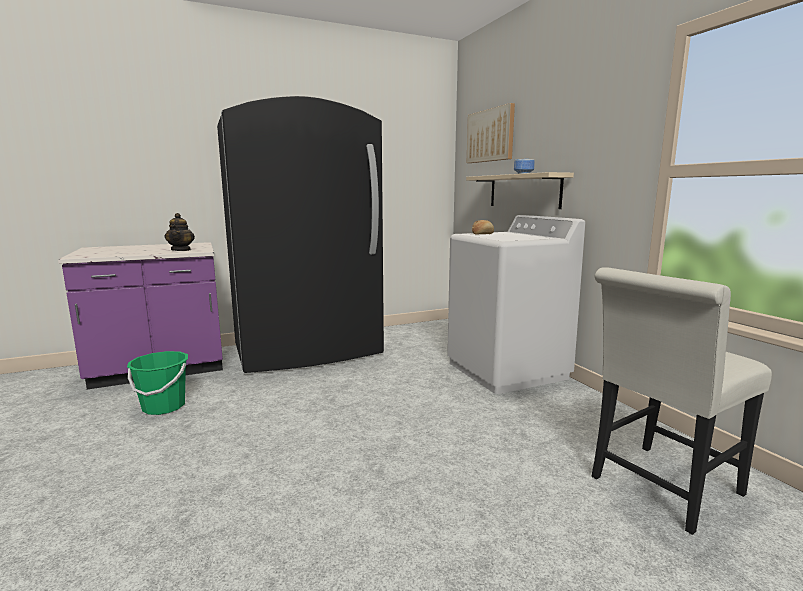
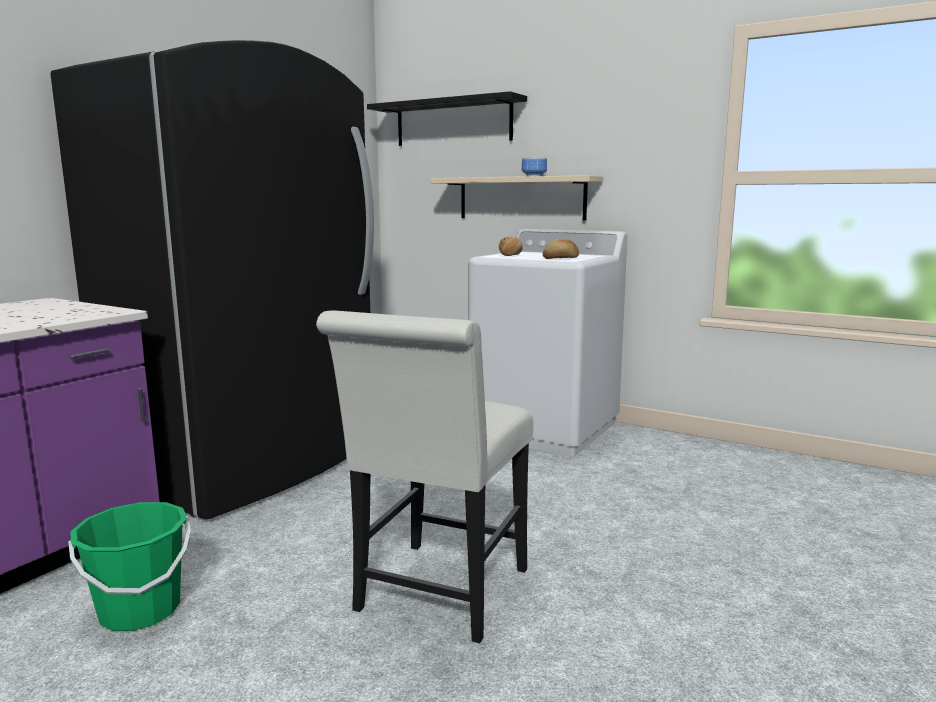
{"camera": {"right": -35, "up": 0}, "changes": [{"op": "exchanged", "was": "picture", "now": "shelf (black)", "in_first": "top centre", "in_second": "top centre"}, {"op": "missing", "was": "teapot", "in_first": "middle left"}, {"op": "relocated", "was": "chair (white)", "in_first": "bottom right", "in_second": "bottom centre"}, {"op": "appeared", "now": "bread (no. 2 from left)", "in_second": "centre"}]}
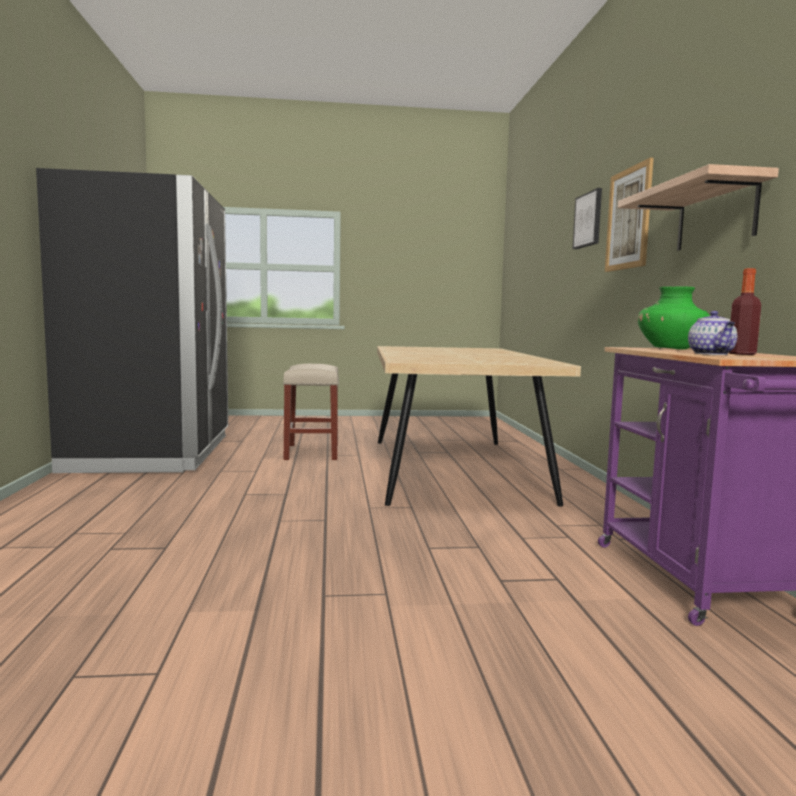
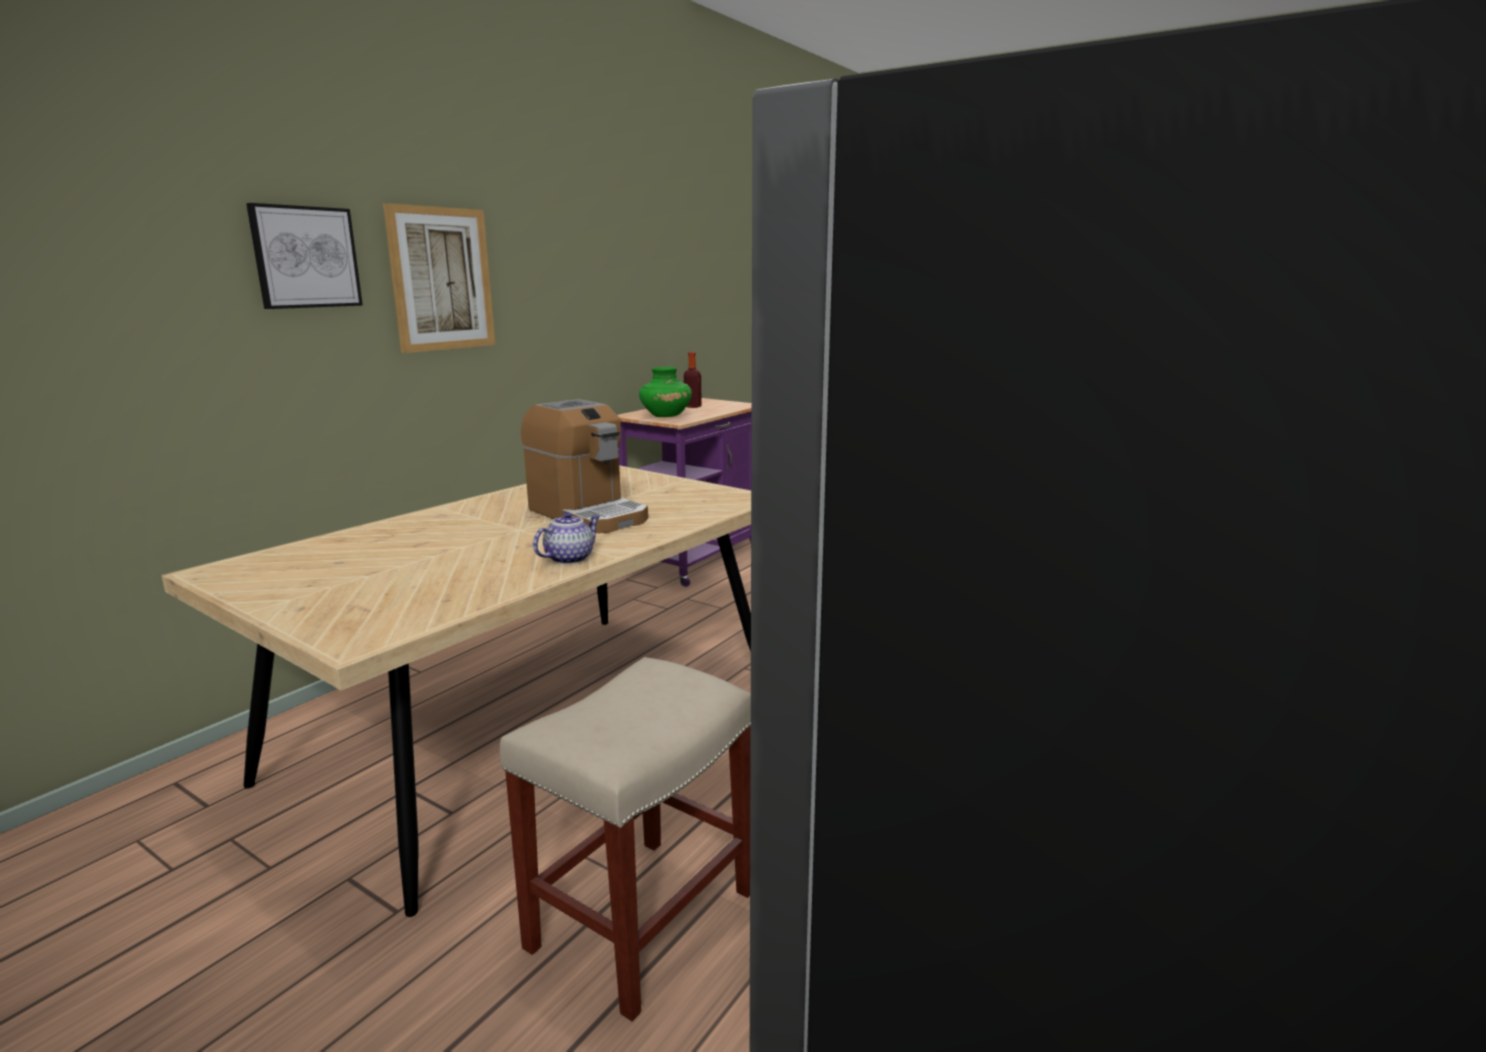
{"camera": {"right": -140, "up": 10}, "changes": [{"op": "missing", "was": "shelf", "in_first": "top right"}, {"op": "relocated", "was": "teapot", "in_first": "middle right", "in_second": "centre"}, {"op": "appeared", "now": "coffee machine", "in_second": "centre"}]}
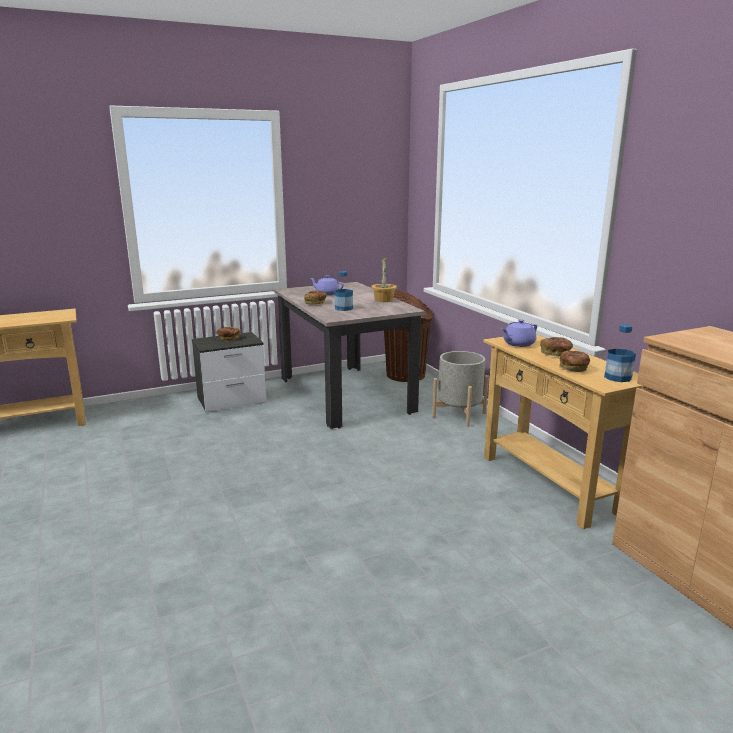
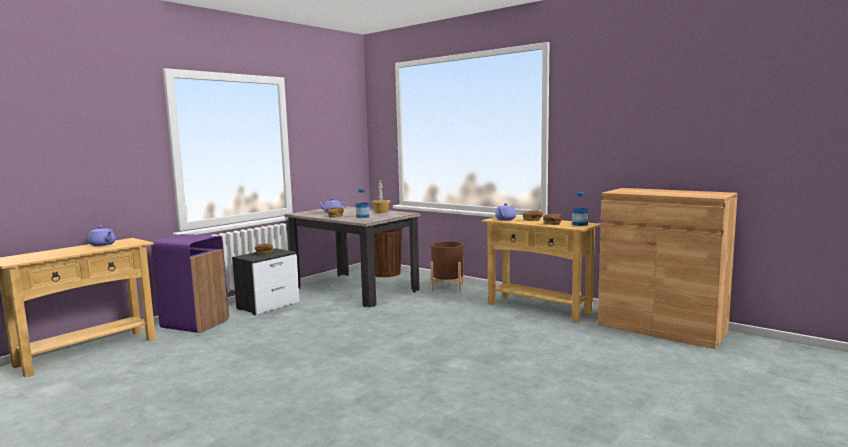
{"camera": {"right": -25, "up": -10}, "changes": [{"op": "colour", "was": "planter (grey)", "now": "planter (brown)", "in_first": "centre", "in_second": "centre"}, {"op": "appeared", "now": "teapot (purple) (no. 1 from left)", "in_second": "middle left"}, {"op": "appeared", "now": "trash can (purple)", "in_second": "middle left"}]}
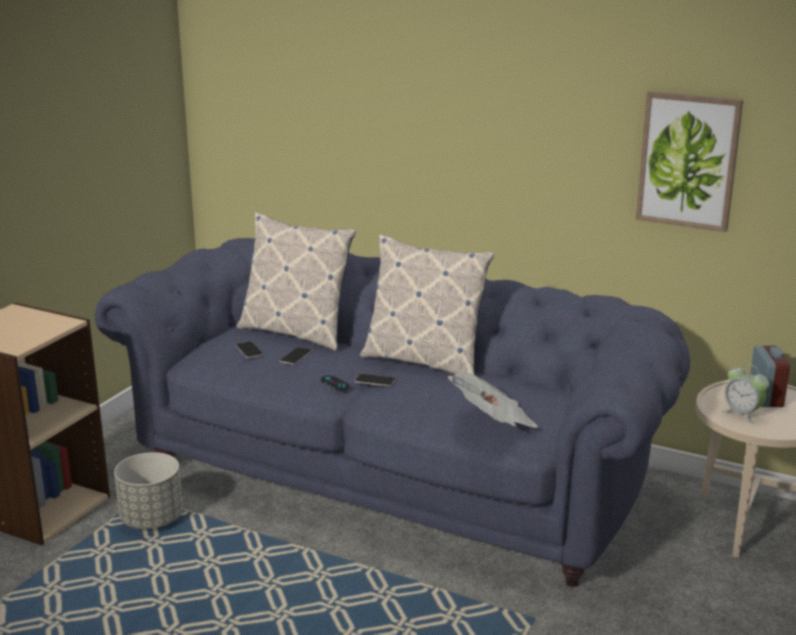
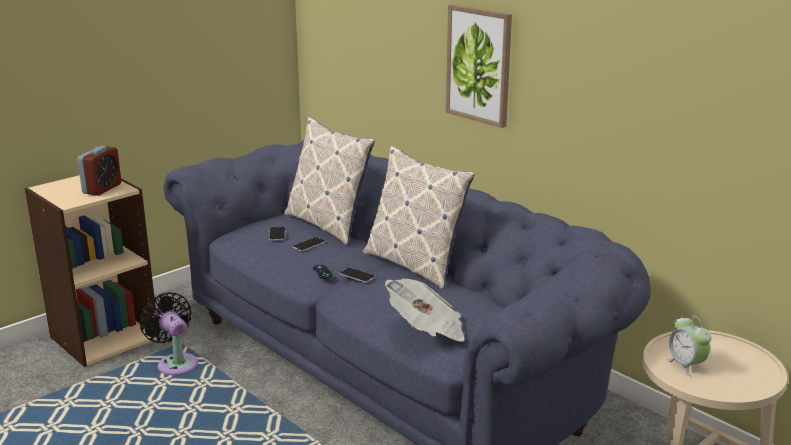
{"camera": {"right": 20, "up": 0}, "changes": [{"op": "relocated", "was": "picture", "in_first": "top right", "in_second": "top centre"}, {"op": "relocated", "was": "alarm clock (no. 2 from left in the first image)", "now": "alarm clock (no. 1 from left)", "in_first": "middle right", "in_second": "middle left"}, {"op": "exchanged", "was": "planter (grey)", "now": "fan (black)", "in_first": "bottom left", "in_second": "bottom left"}]}
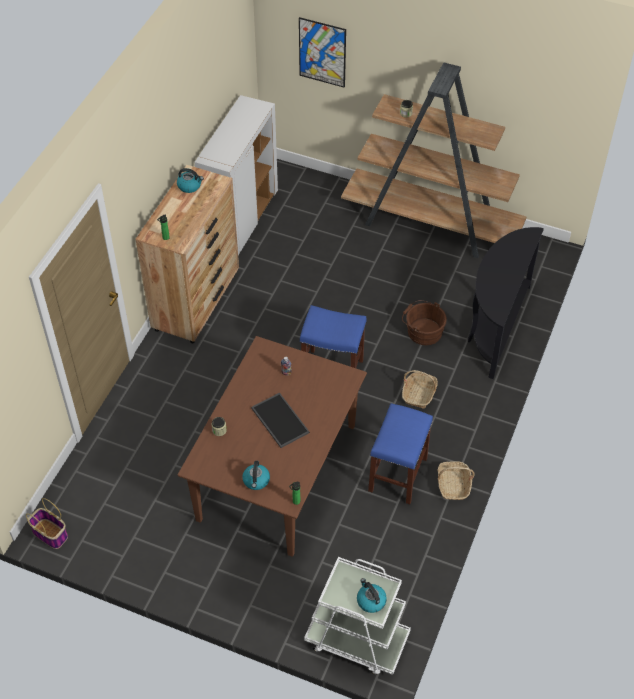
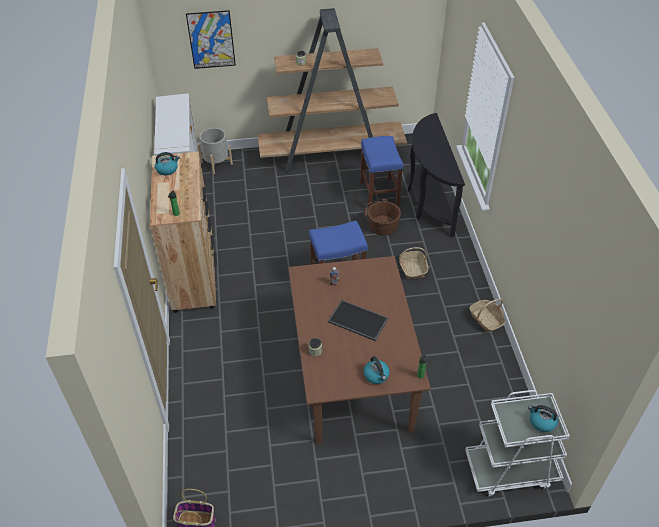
{"camera": {"right": -30, "up": -5}, "changes": [{"op": "relocated", "was": "stool (blue) (no. 2 from left)", "in_first": "centre", "in_second": "top centre"}, {"op": "appeared", "now": "planter (grey)", "in_second": "top left"}]}
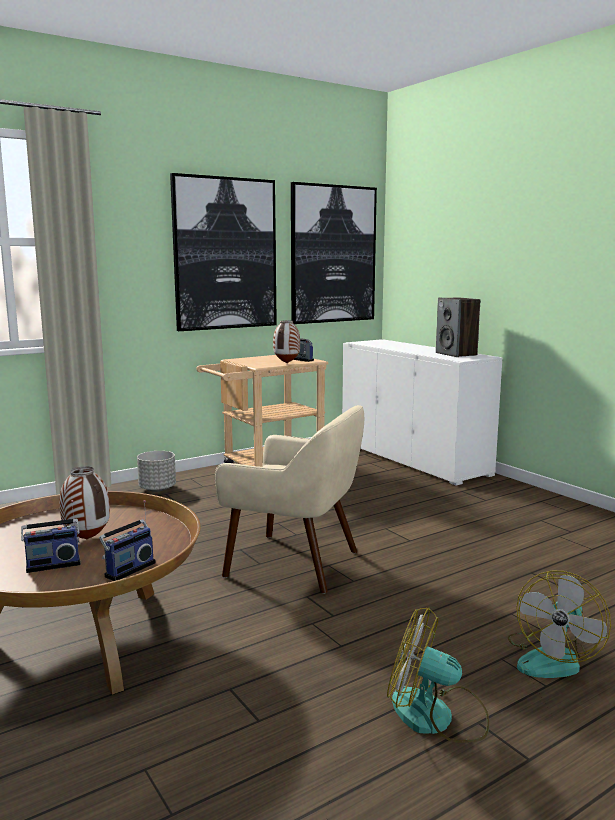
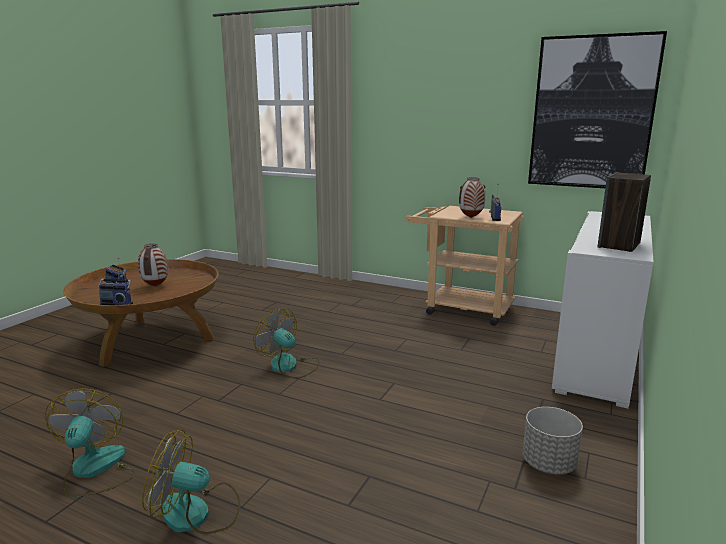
{"camera": {"right": 60, "up": 5}, "changes": [{"op": "missing", "was": "picture (no. 1 from left)", "in_first": "top centre"}, {"op": "exchanged", "was": "armchair (beige)", "now": "fan (no. 3 from left)", "in_first": "centre", "in_second": "centre"}, {"op": "relocated", "was": "planter (grey)", "in_first": "middle left", "in_second": "bottom right"}]}
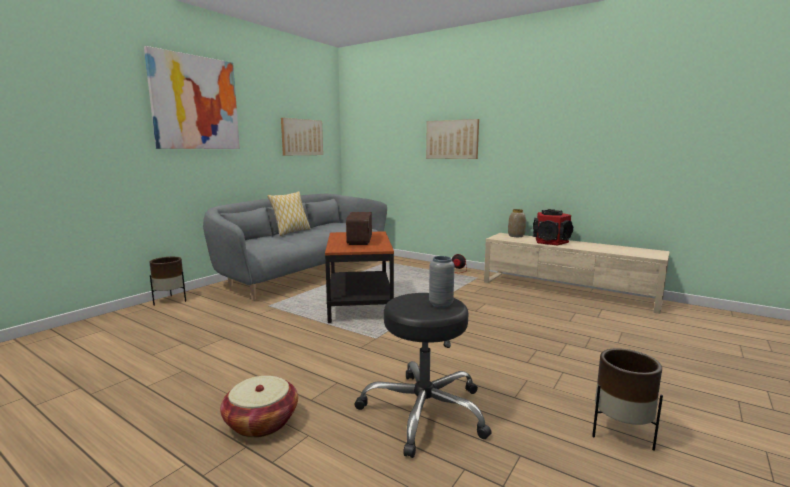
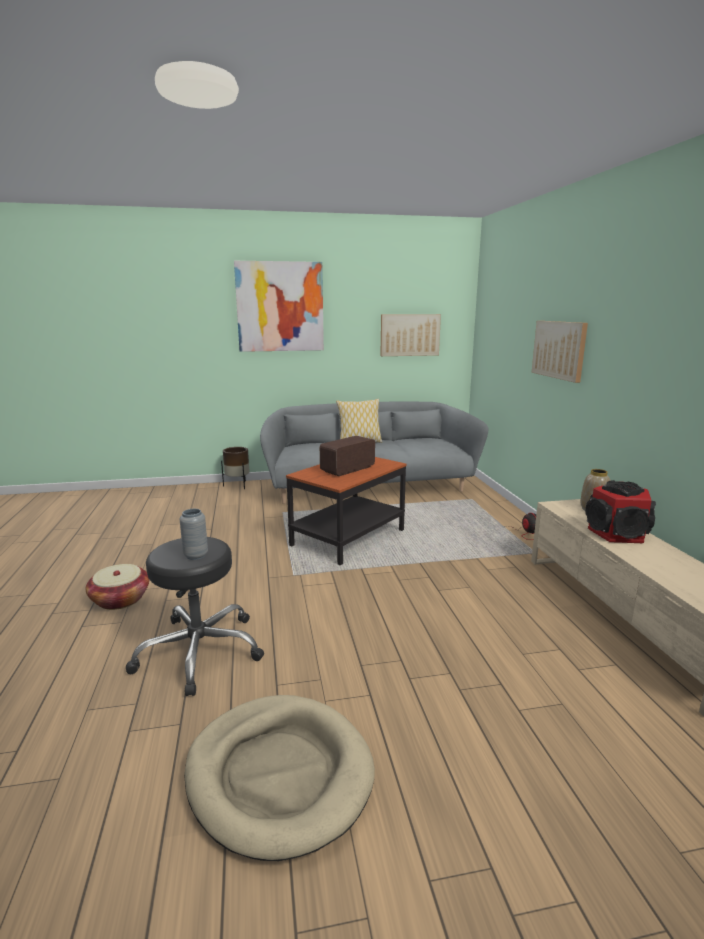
{"camera": {"right": 45, "up": 5}, "changes": [{"op": "exchanged", "was": "planter (brown) (no. 2 from left)", "now": "dog bed (beige)", "in_first": "bottom right", "in_second": "bottom centre"}]}
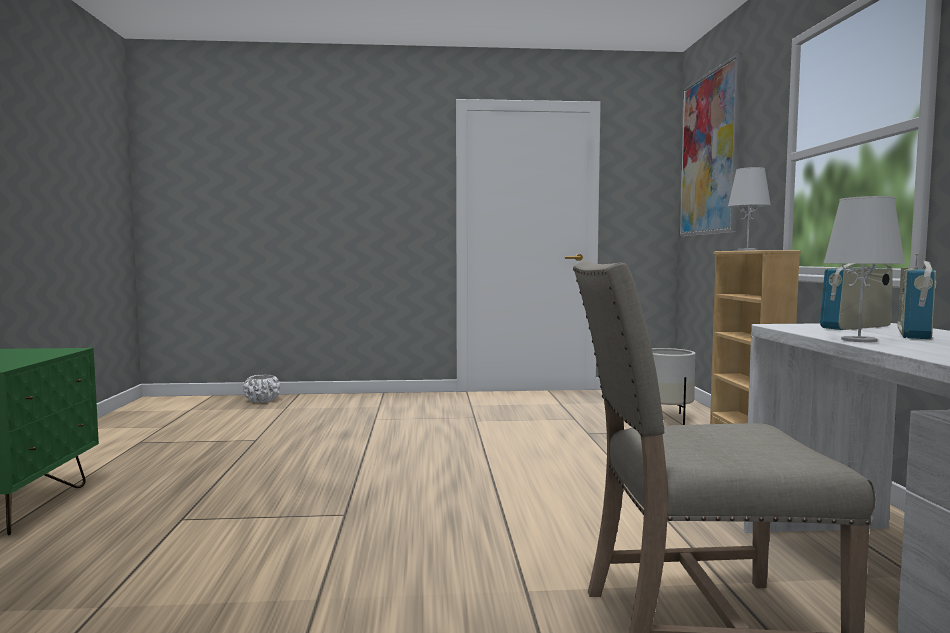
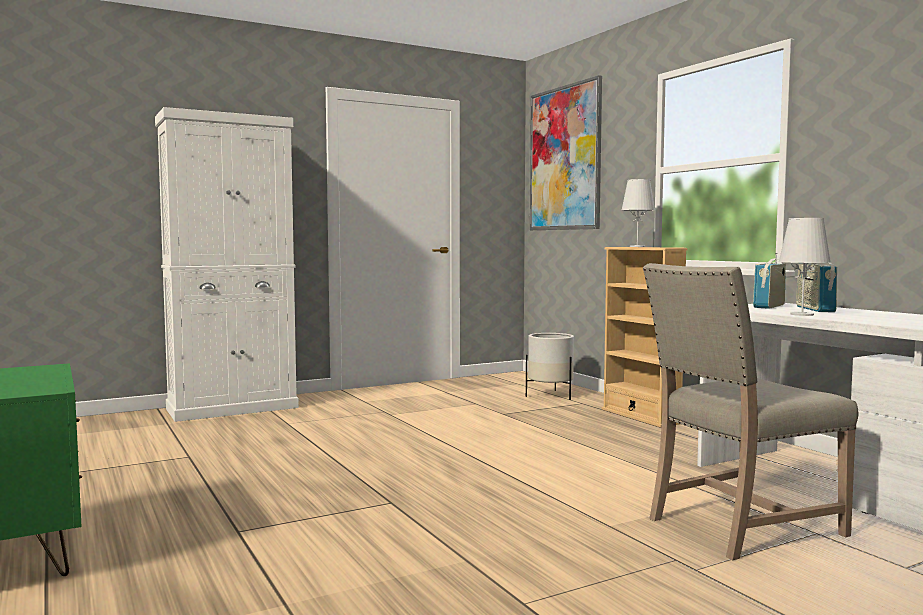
{"camera": {"right": -25, "up": 0}, "changes": [{"op": "missing", "was": "planter (white) (no. 1 from left)", "in_first": "middle left"}, {"op": "appeared", "now": "cabinet (white)", "in_second": "middle left"}]}
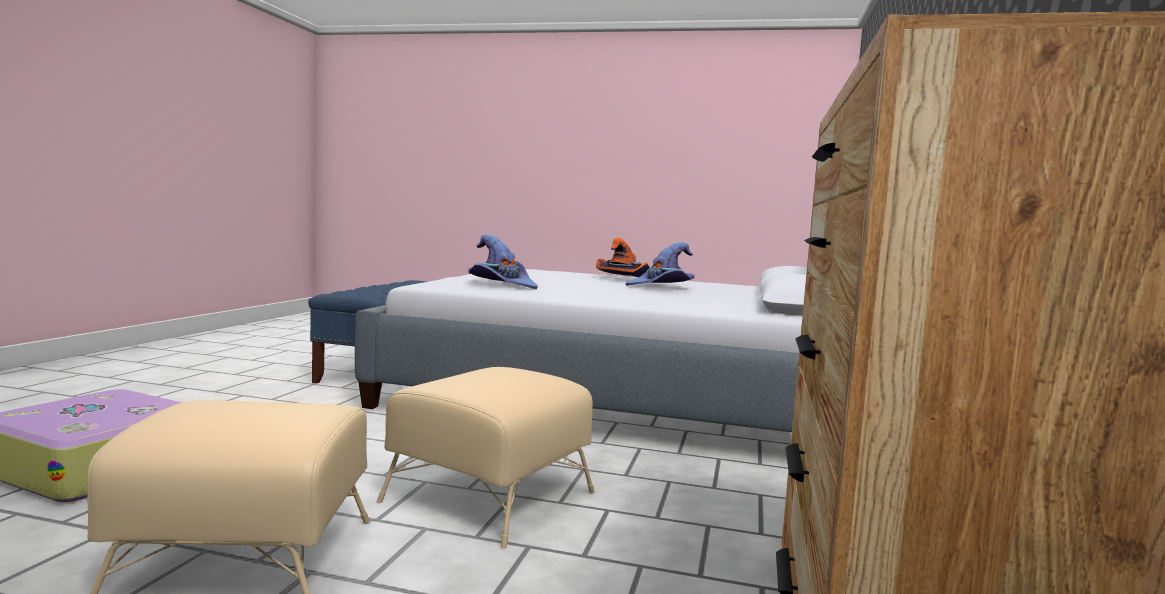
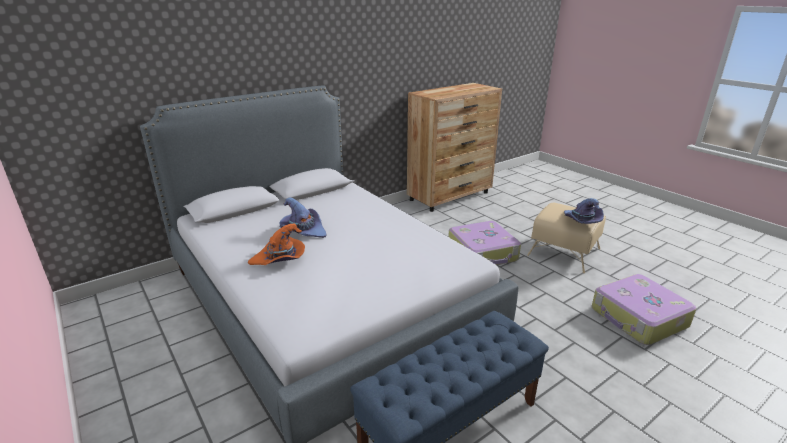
{"camera": {"right": -140, "up": 20}, "changes": [{"op": "relocated", "was": "hat (purple) (no. 1 from left in the first image)", "now": "hat (purple) (no. 2 from left)", "in_first": "centre", "in_second": "middle right"}, {"op": "exchanged", "was": "ottoman (beige) (no. 2 from left)", "now": "suitcase (no. 1 from left)", "in_first": "bottom centre", "in_second": "centre"}]}
